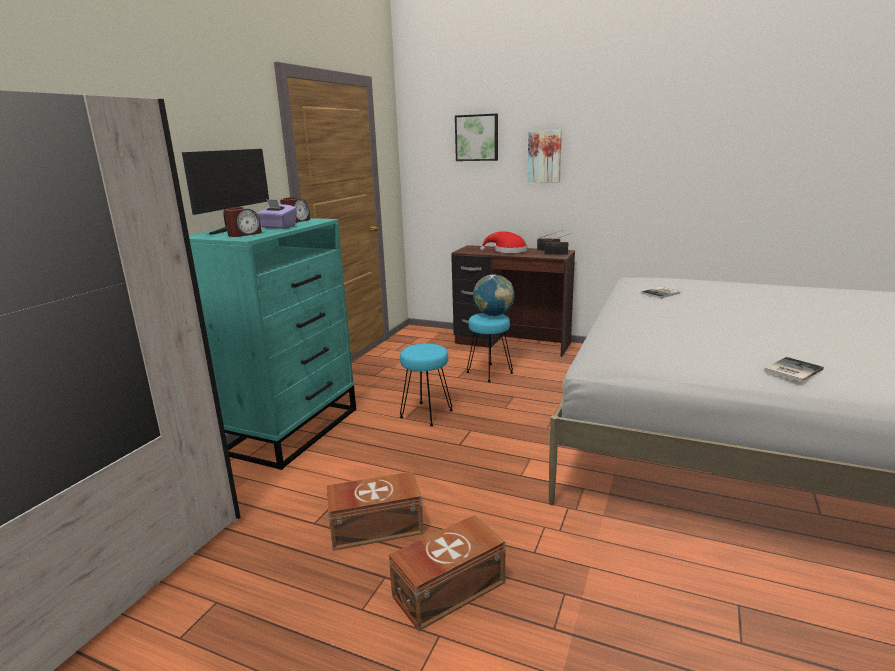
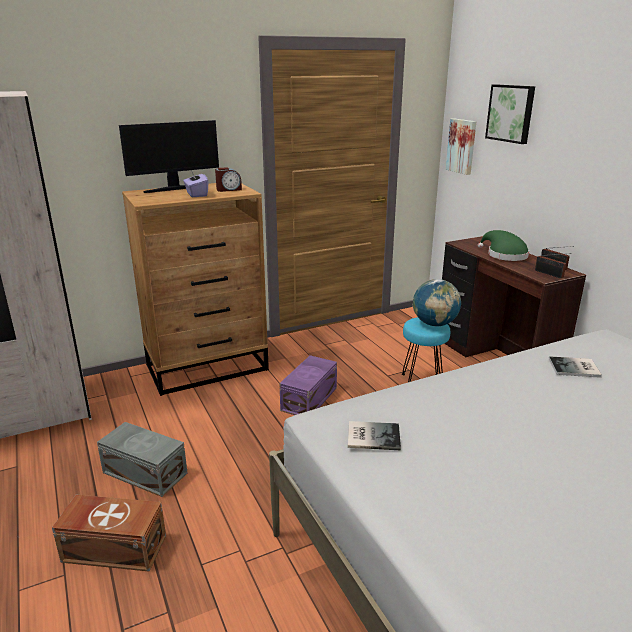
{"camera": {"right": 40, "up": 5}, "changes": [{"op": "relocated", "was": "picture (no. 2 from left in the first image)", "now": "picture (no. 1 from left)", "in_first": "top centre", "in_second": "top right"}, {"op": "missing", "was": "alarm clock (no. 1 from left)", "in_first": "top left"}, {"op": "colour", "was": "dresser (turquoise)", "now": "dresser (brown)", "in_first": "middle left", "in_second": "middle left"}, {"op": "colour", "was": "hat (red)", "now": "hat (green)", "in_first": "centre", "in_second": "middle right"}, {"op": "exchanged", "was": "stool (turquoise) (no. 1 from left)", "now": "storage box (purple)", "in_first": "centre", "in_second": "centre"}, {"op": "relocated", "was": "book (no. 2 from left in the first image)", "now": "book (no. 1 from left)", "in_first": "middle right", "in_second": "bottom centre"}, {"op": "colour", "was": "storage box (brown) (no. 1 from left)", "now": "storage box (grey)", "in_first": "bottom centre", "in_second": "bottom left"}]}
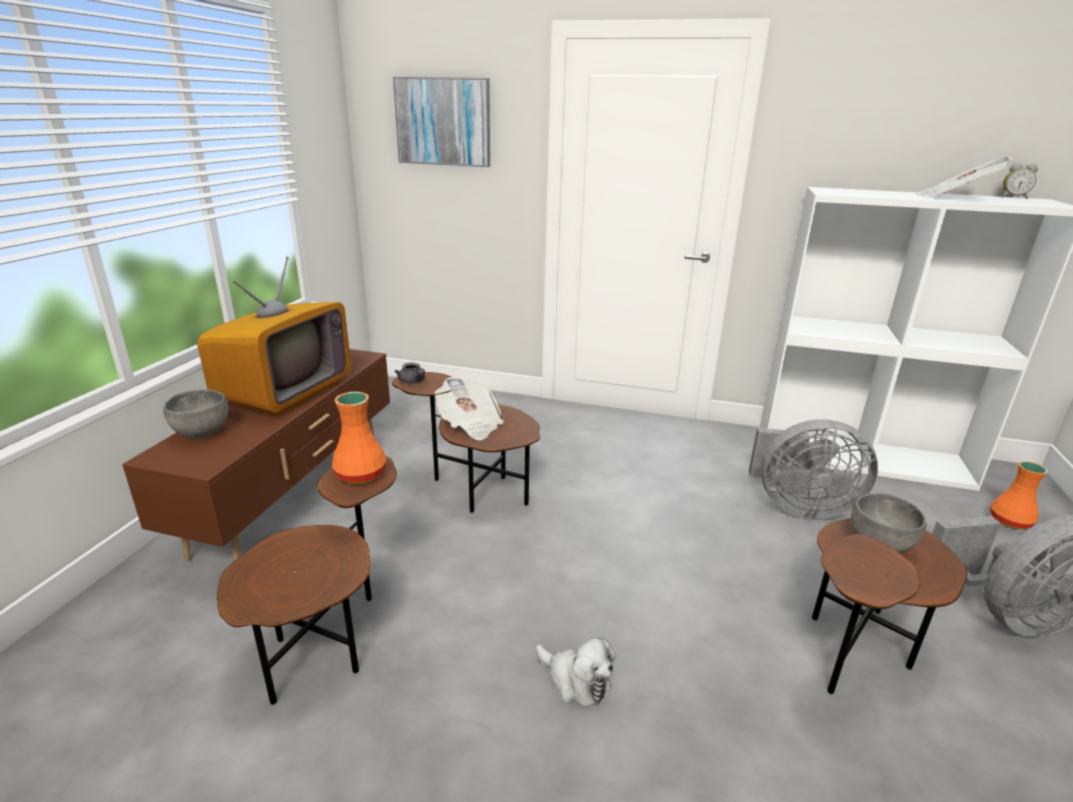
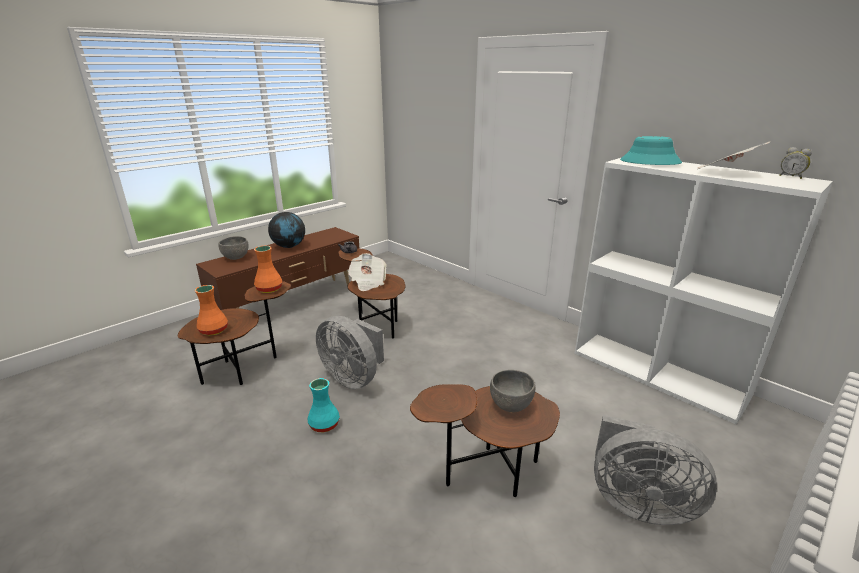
{"camera": {"right": 30, "up": 0}, "changes": [{"op": "missing", "was": "picture", "in_first": "top centre"}, {"op": "exchanged", "was": "television", "now": "globe", "in_first": "middle left", "in_second": "middle left"}, {"op": "relocated", "was": "fan (grey) (no. 1 from left)", "in_first": "middle right", "in_second": "centre"}, {"op": "relocated", "was": "vase (orange) (no. 2 from left in the first image)", "now": "vase (orange) (no. 1 from left)", "in_first": "middle right", "in_second": "middle left"}, {"op": "exchanged", "was": "plush toy", "now": "vase (turquoise)", "in_first": "bottom centre", "in_second": "bottom centre"}, {"op": "appeared", "now": "hat (turquoise)", "in_second": "top right"}]}
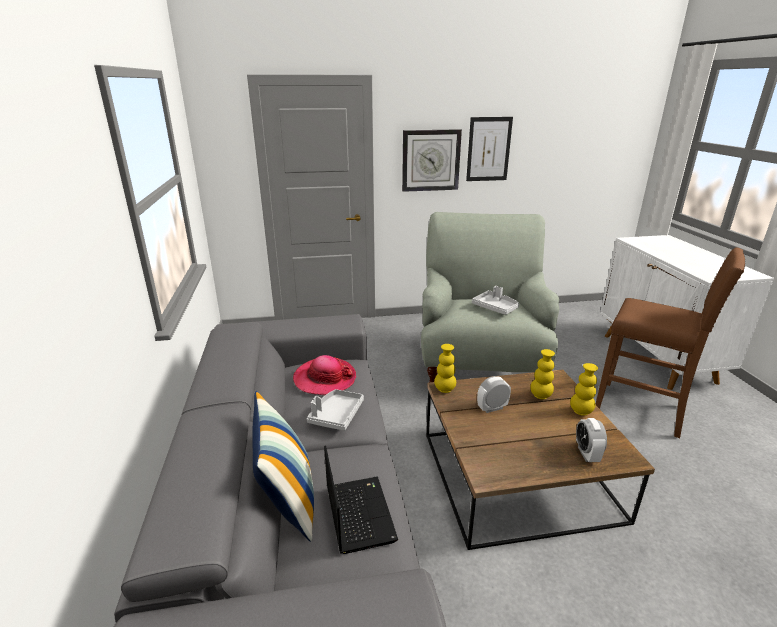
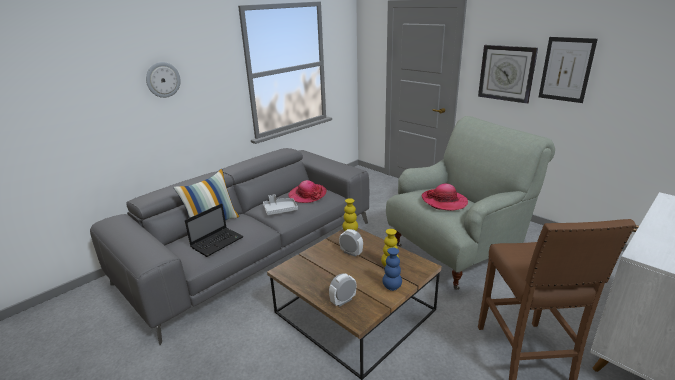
{"camera": {"right": 55, "up": 0}, "changes": [{"op": "exchanged", "was": "tray (grey) (no. 2 from left)", "now": "hat (no. 2 from left)", "in_first": "centre", "in_second": "centre"}, {"op": "colour", "was": "vase (yellow) (no. 3 from left)", "now": "vase (blue)", "in_first": "middle right", "in_second": "bottom centre"}, {"op": "appeared", "now": "wall clock (no. 1 from left)", "in_second": "top left"}]}
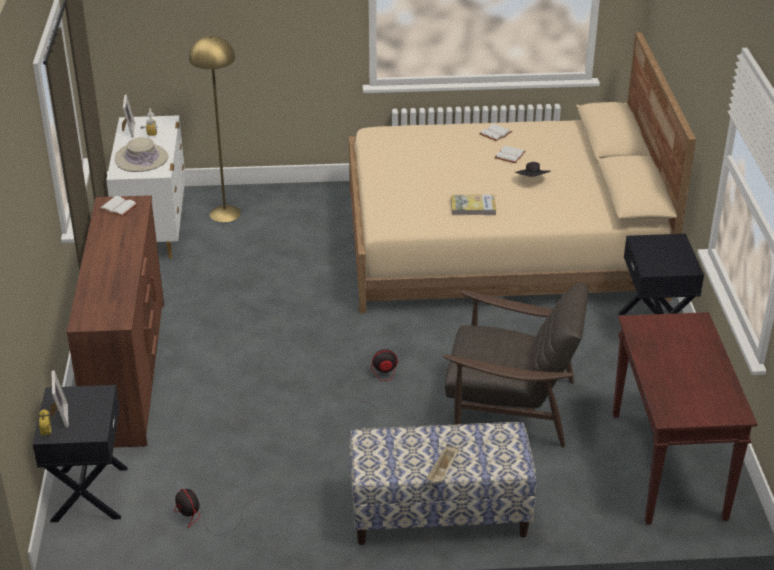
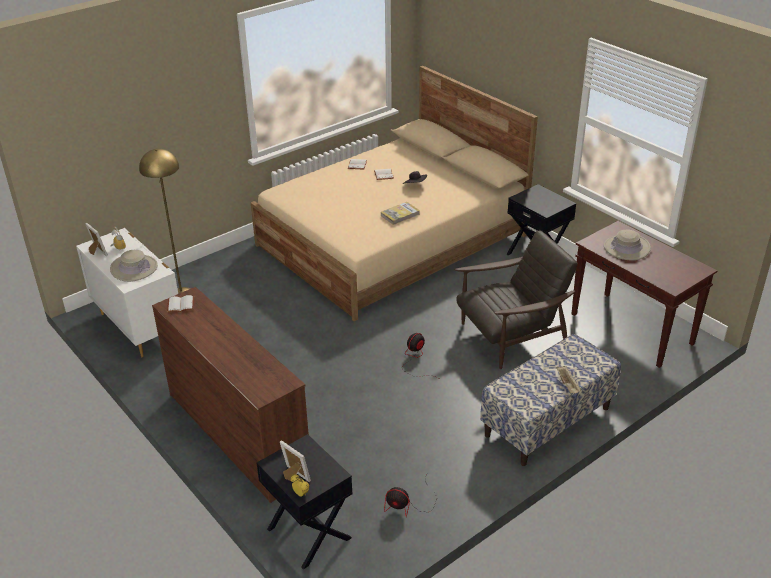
{"camera": {"right": -35, "up": 0}, "changes": [{"op": "appeared", "now": "hat (beige) (no. 2 from left)", "in_second": "middle right"}]}
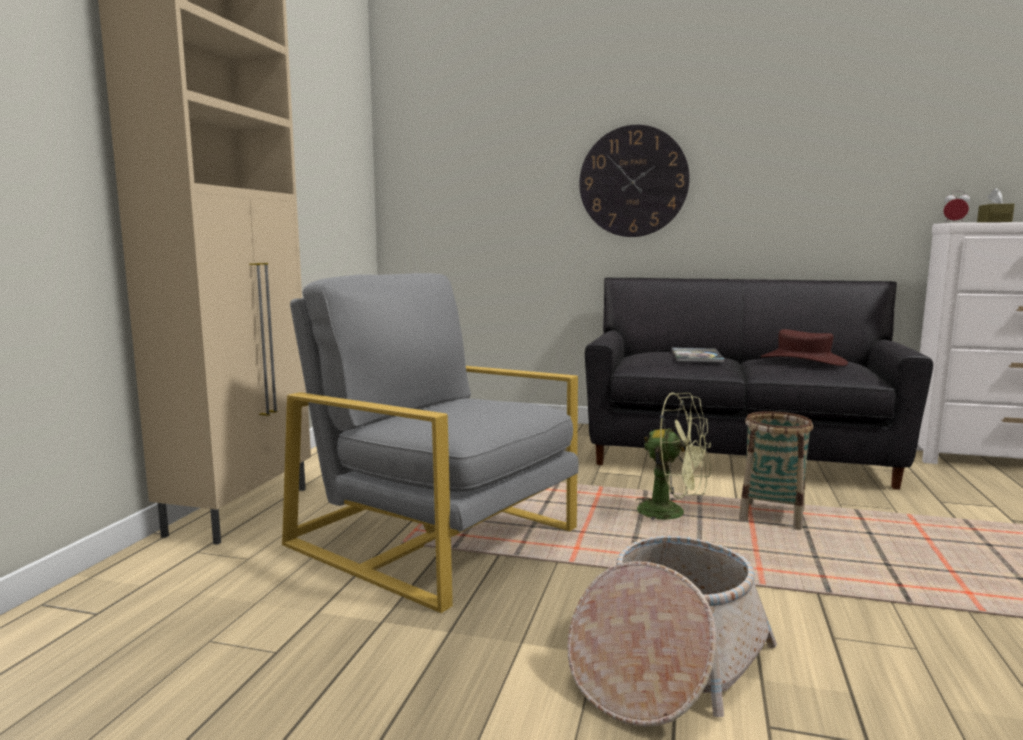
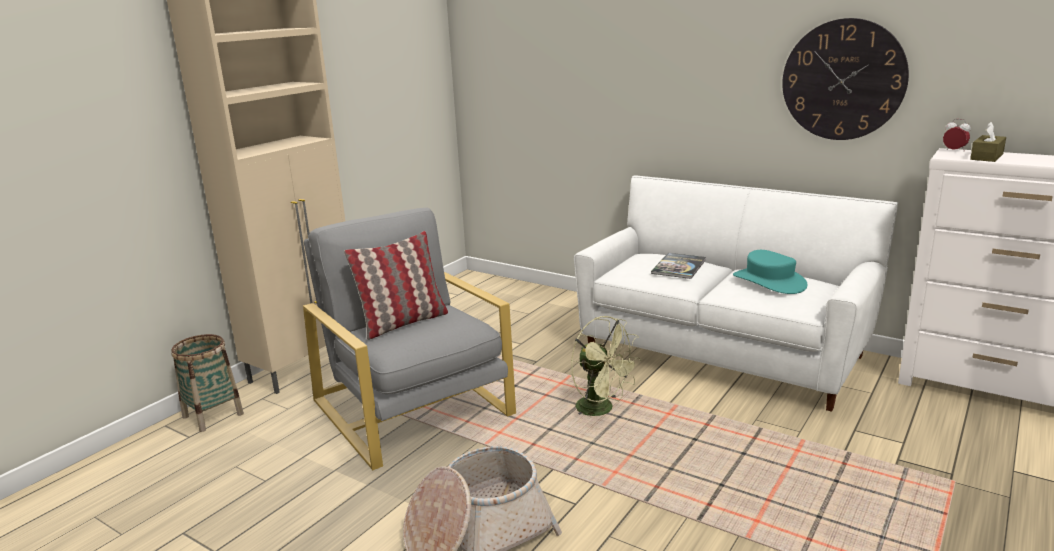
{"camera": {"right": 20, "up": 10}, "changes": [{"op": "relocated", "was": "wall clock", "in_first": "top centre", "in_second": "top right"}, {"op": "colour", "was": "sofa (black)", "now": "sofa (white)", "in_first": "middle right", "in_second": "middle right"}, {"op": "colour", "was": "hat (brown)", "now": "hat (turquoise)", "in_first": "middle right", "in_second": "middle right"}, {"op": "relocated", "was": "basket (no. 2 from left in the first image)", "now": "basket (no. 1 from left)", "in_first": "middle right", "in_second": "bottom left"}, {"op": "appeared", "now": "pillow", "in_second": "centre"}]}
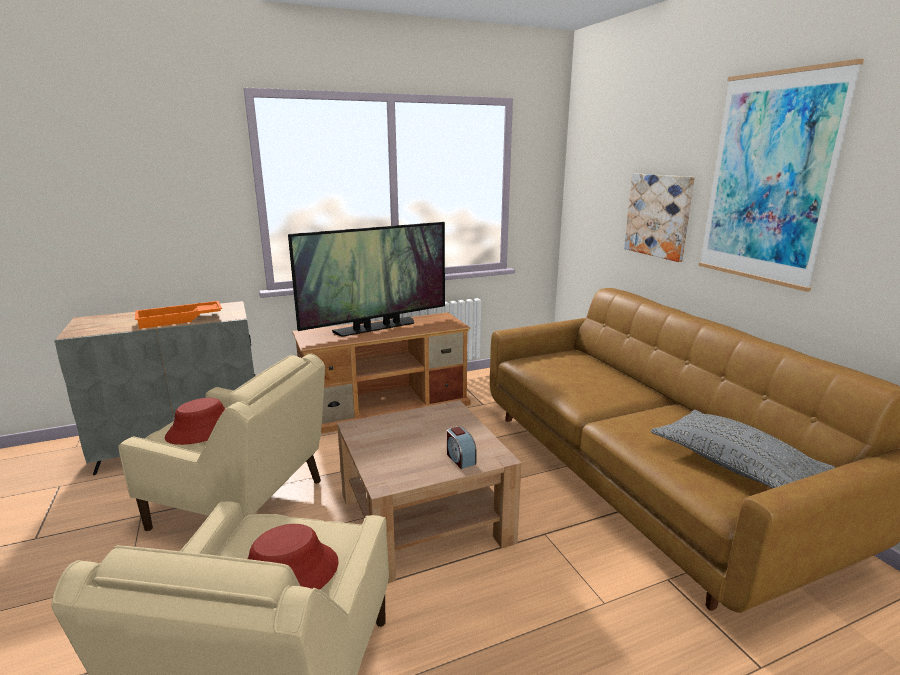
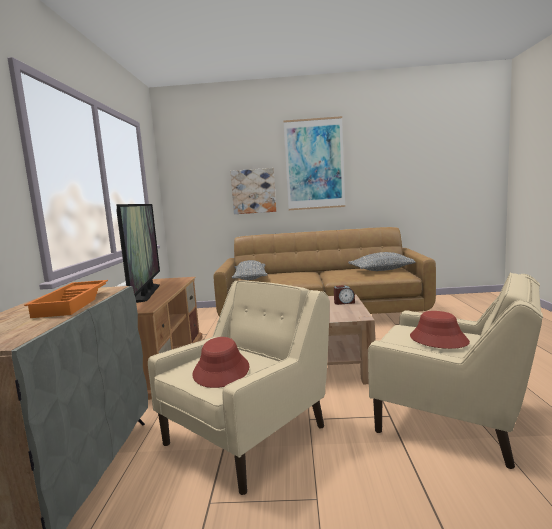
{"camera": {"right": -65, "up": -10}, "changes": [{"op": "appeared", "now": "pillow (grey) (no. 1 from left)", "in_second": "centre"}]}
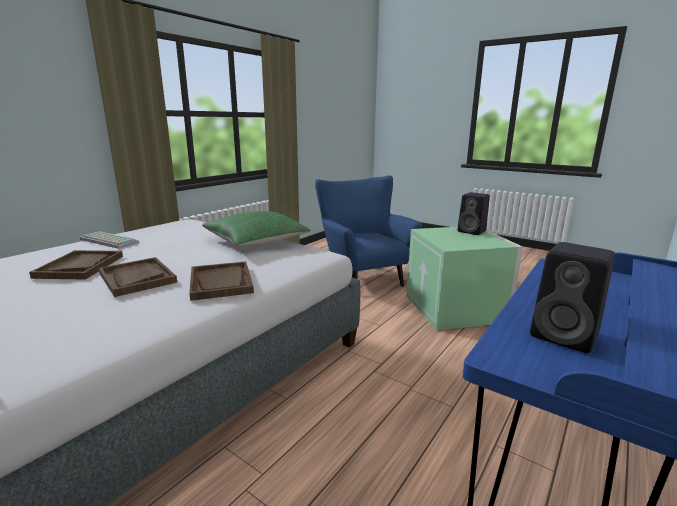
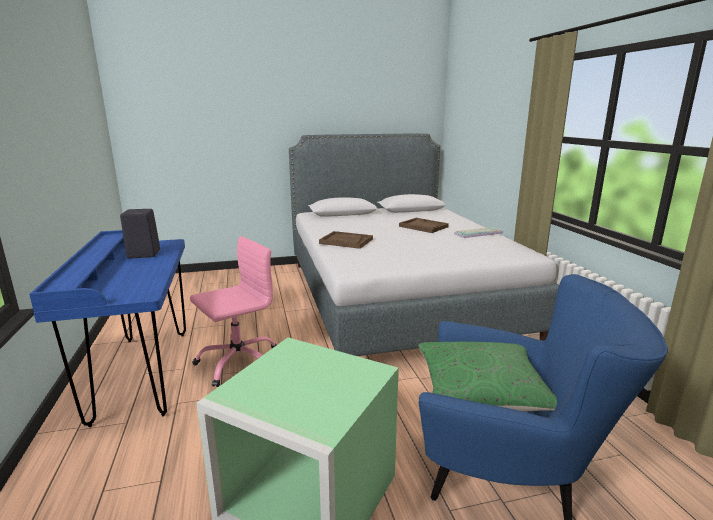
{"camera": {"right": 130, "up": 0}, "changes": [{"op": "missing", "was": "speaker (black) (no. 1 from left)", "in_first": "middle right"}, {"op": "relocated", "was": "pillow (green)", "in_first": "centre", "in_second": "bottom right"}, {"op": "missing", "was": "tray (brown) (no. 2 from left)", "in_first": "middle left"}, {"op": "appeared", "now": "office chair (pink)", "in_second": "middle left"}]}
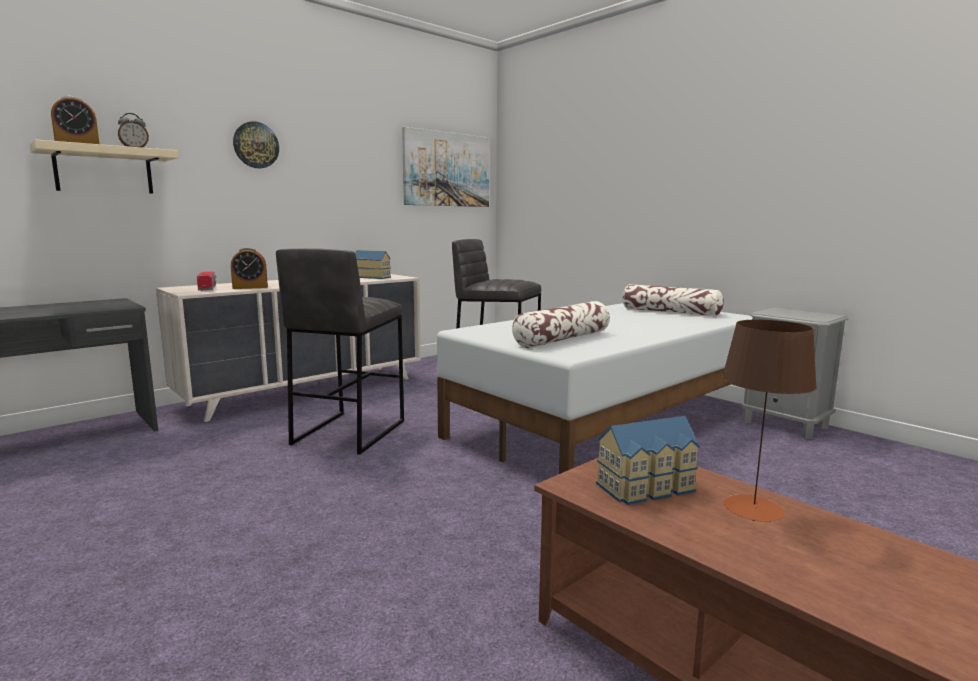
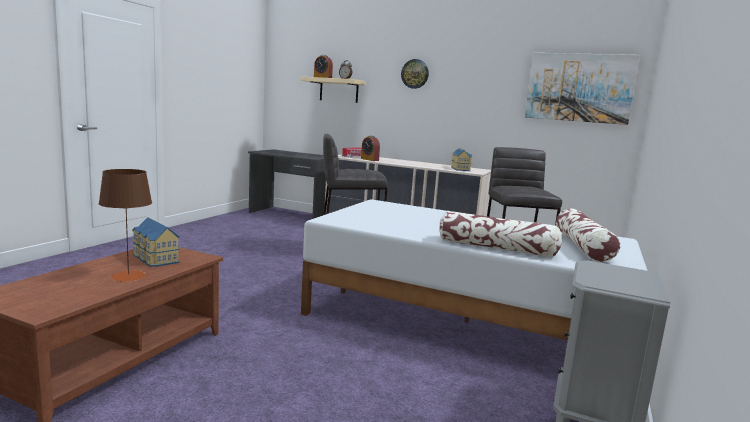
{"camera": {"right": 65, "up": 0}, "changes": [{"op": "relocated", "was": "pillow (no. 1 from left)", "in_first": "centre", "in_second": "middle right"}]}
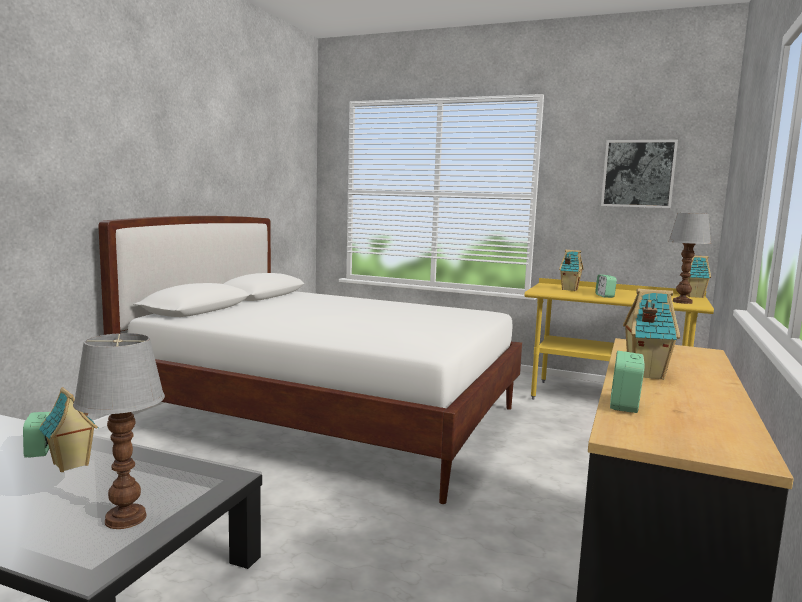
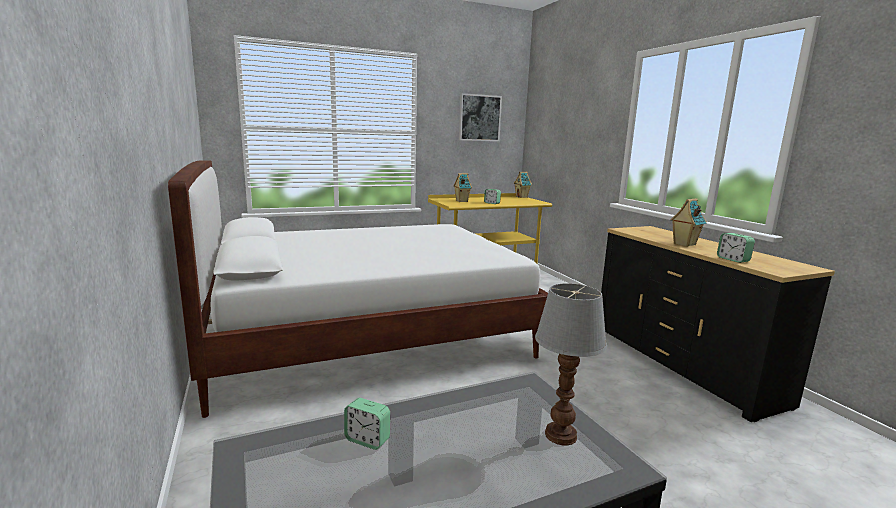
{"camera": {"right": -45, "up": 5}, "changes": [{"op": "missing", "was": "table lamp (no. 2 from left)", "in_first": "middle right"}, {"op": "missing", "was": "toy house (no. 1 from left)", "in_first": "bottom left"}]}
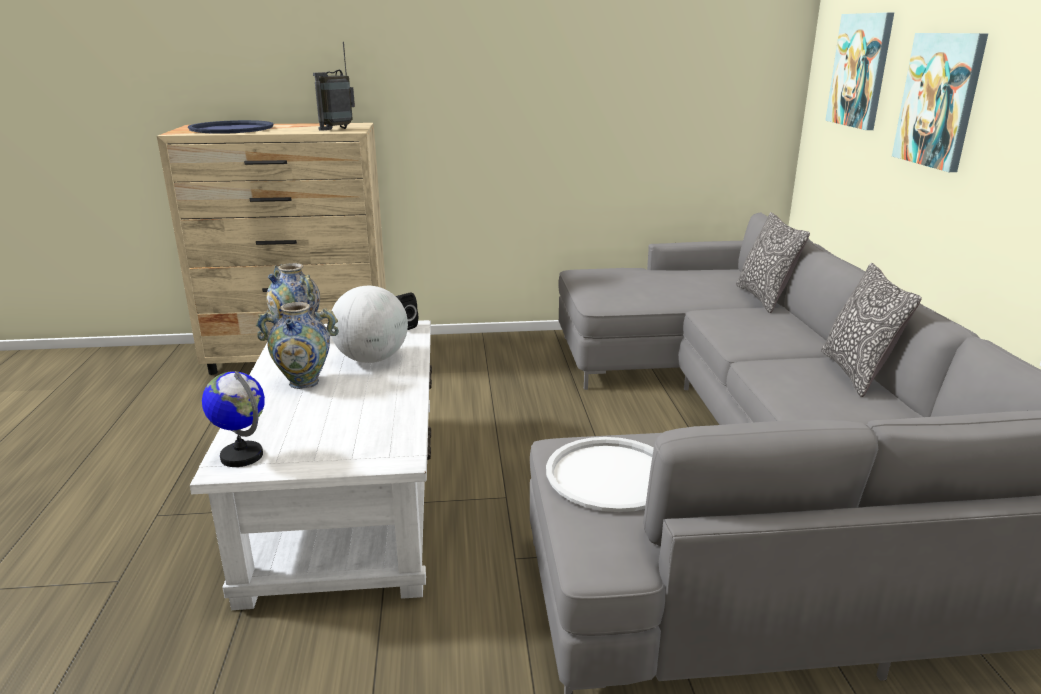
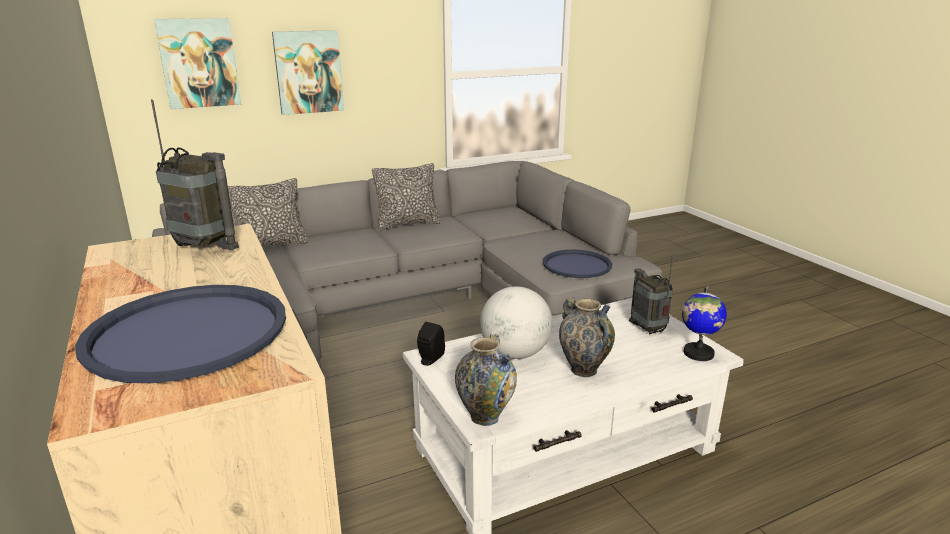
{"camera": {"right": -110, "up": 0}, "changes": [{"op": "colour", "was": "tray (white)", "now": "tray (blue) (no. 2 from left)", "in_first": "bottom centre", "in_second": "centre"}, {"op": "appeared", "now": "radio (no. 2 from left)", "in_second": "middle right"}]}
